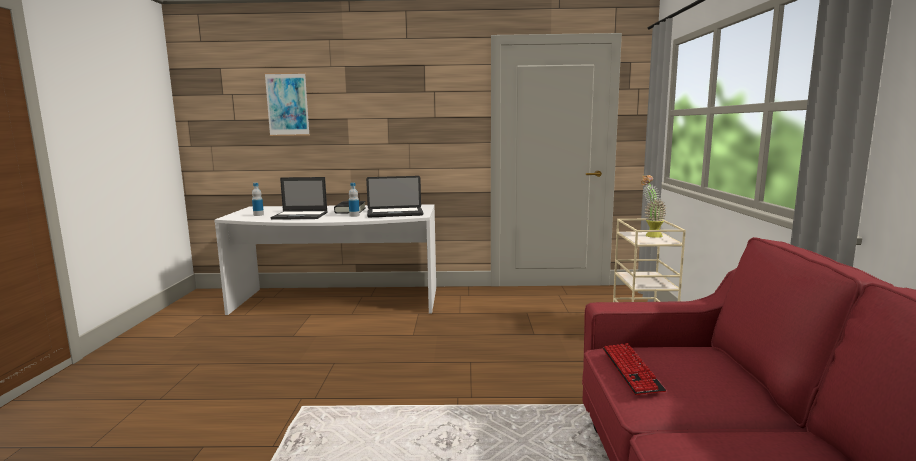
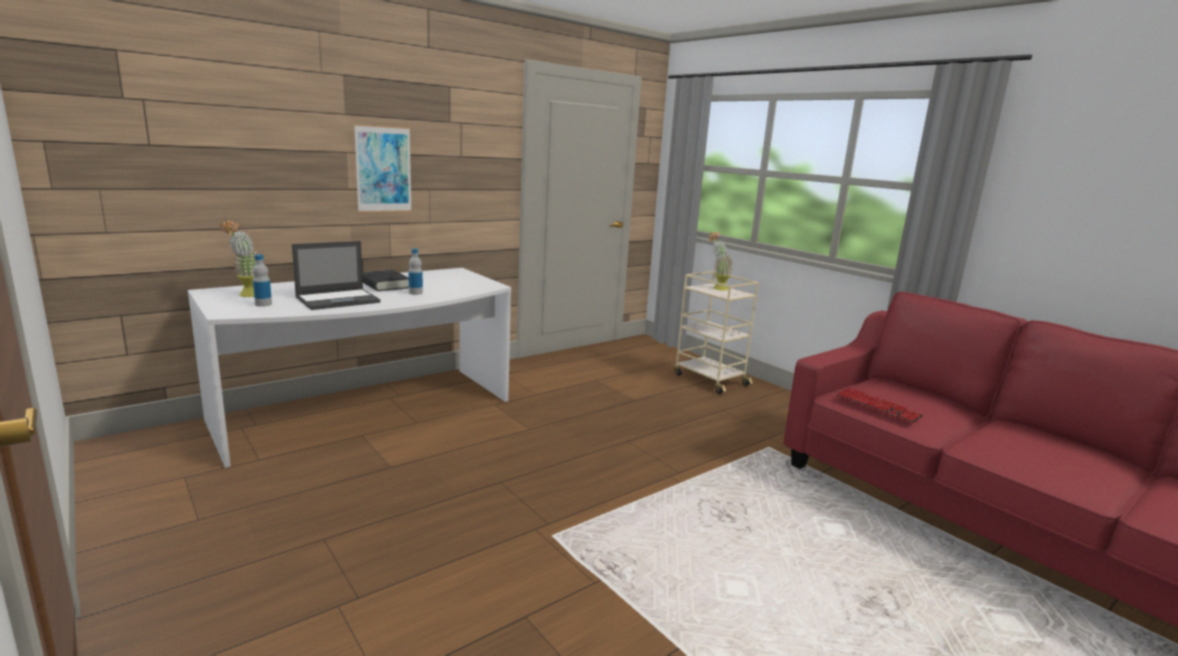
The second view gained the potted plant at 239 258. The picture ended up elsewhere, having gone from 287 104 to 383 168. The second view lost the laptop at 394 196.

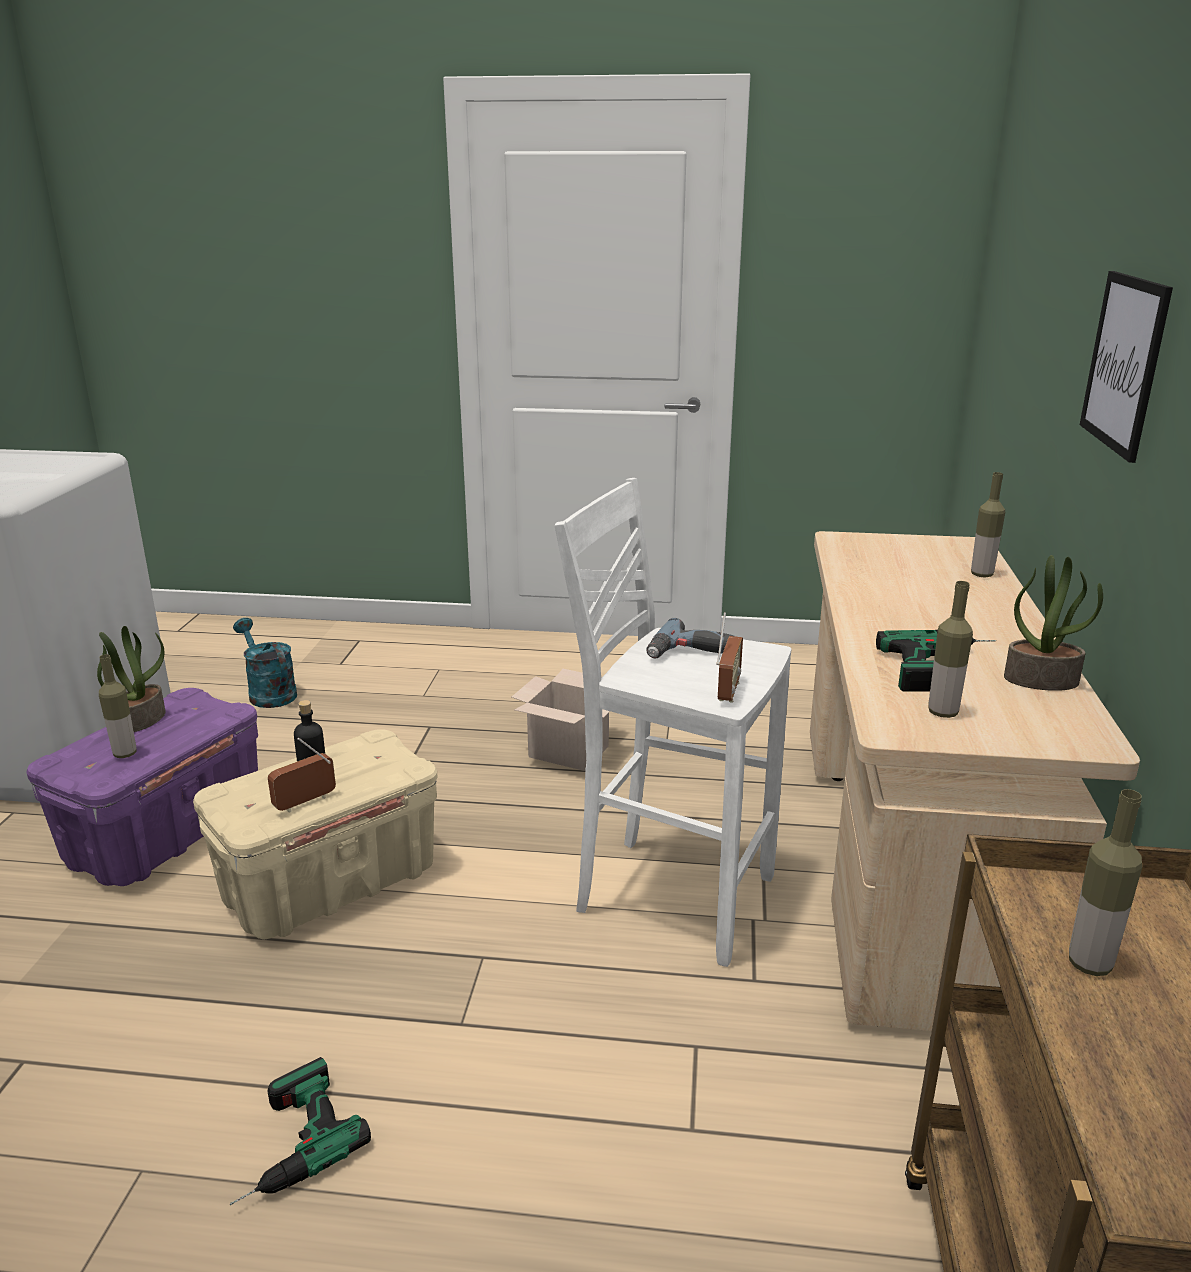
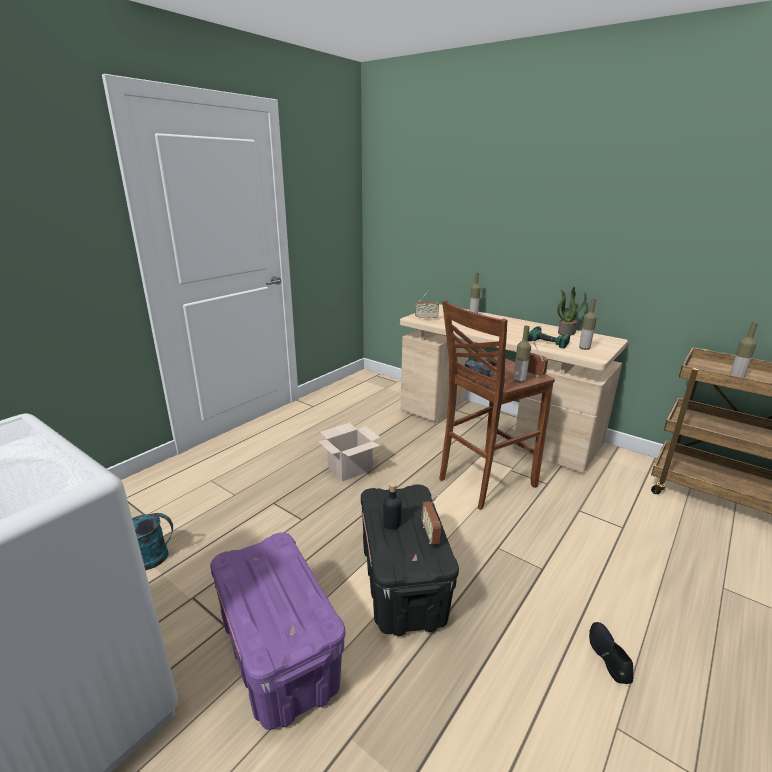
What was the beige storage box at 315 834 turned into the black storage box at 410 560. The second view gained the radio at 427 305. What was the white stool at 673 722 turned into the brown stool at 497 405. The bottle ended up elsewhere, having gone from 118 706 to 522 354. Where the power drill stood at 300 1131, the black shoe came to stand at 611 653. The second view lost the potted plant at 131 679. The second view lost the picture at 1126 367.

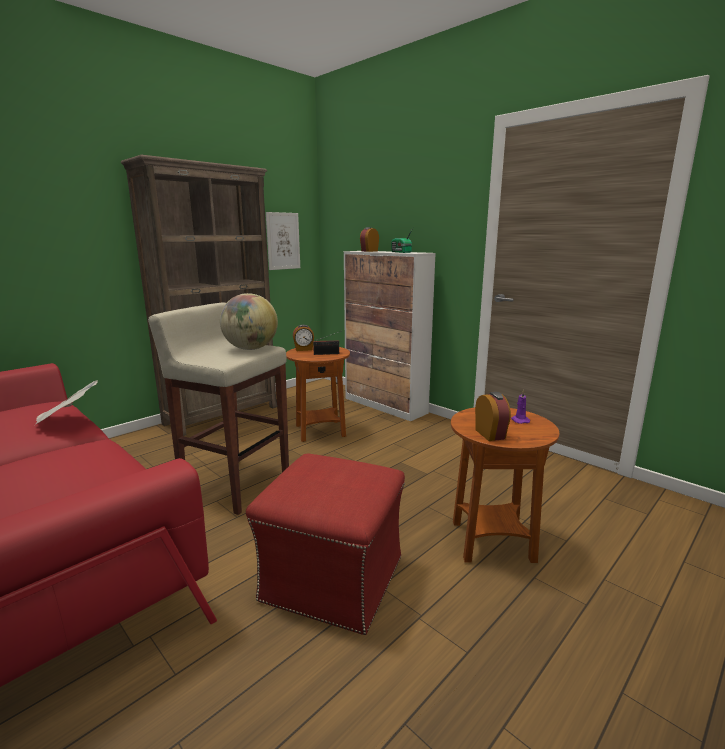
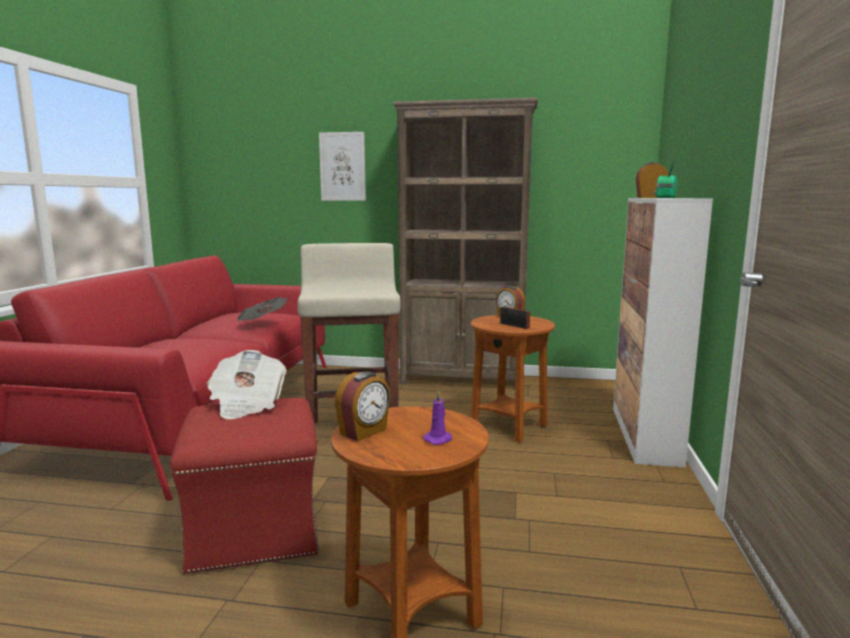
The second view gained the newspaper at 247 384. The picture ended up elsewhere, having gone from 283 241 to 342 166. The second view lost the globe at 249 321.

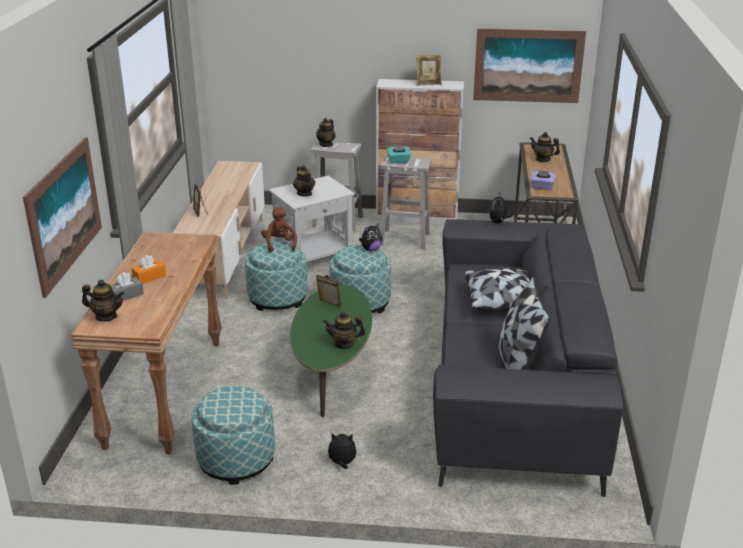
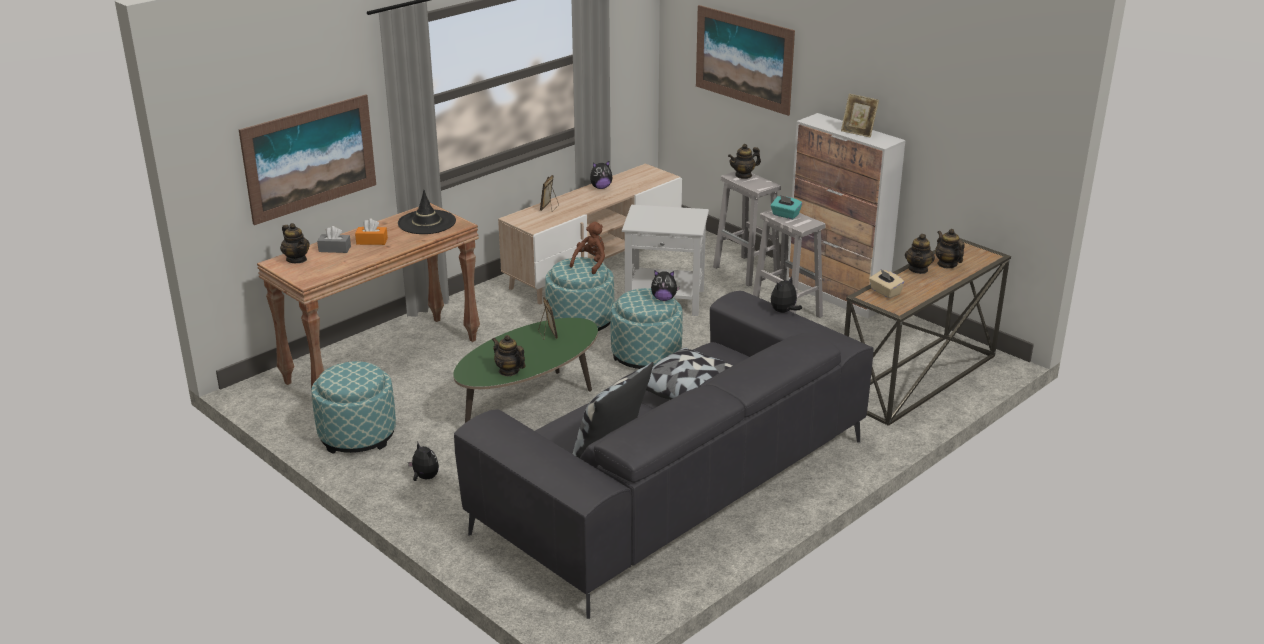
The second view gained the black hat at 427 212. The second view gained the plush toy at 601 175. The picture ended up elsewhere, having gone from 529 66 to 745 60. What was the purple tissue box at 543 180 turned into the beige tissue box at 886 283. The teapot ended up elsewhere, having gone from 304 181 to 920 254.

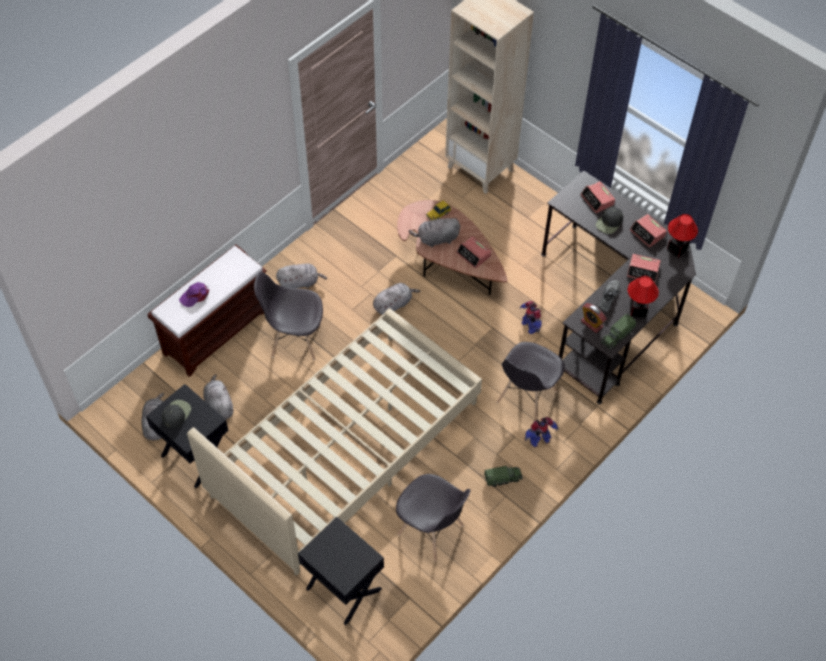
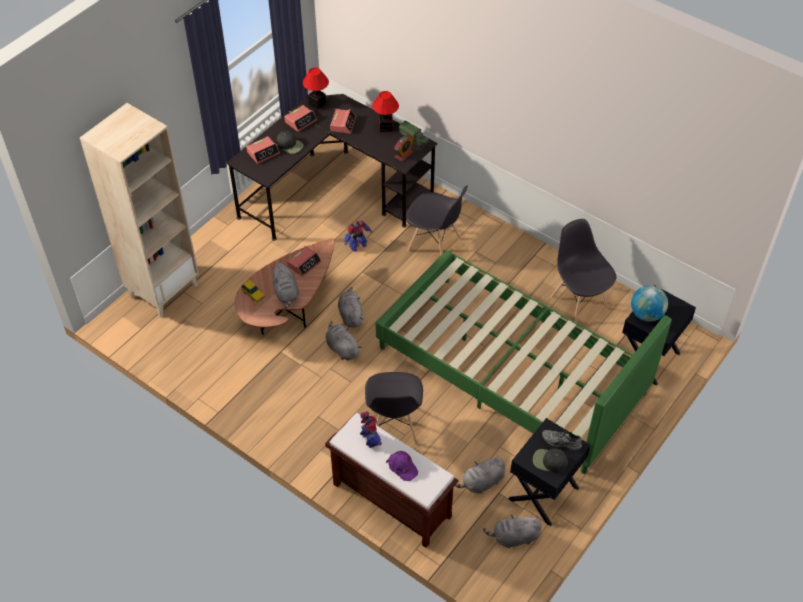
The grey plush toy ended up elsewhere, having gone from 301 275 to 351 307. The toy robot ended up elsewhere, having gone from 542 432 to 371 429. What was the beige bed at 334 441 turned into the green bed at 524 362. The grey shoe ended up elsewhere, having gone from 609 296 to 562 440. The grey chair at 433 517 ended up facing another way, 60 degrees counterclockwise from before. The second view gained the globe at 649 303. The second view lost the toy truck at 503 476.

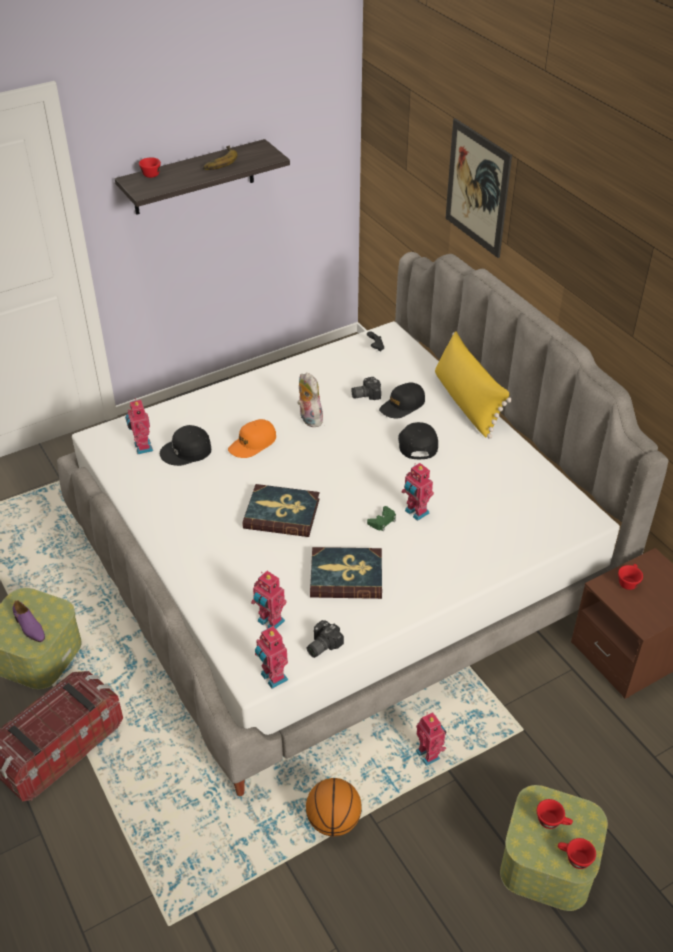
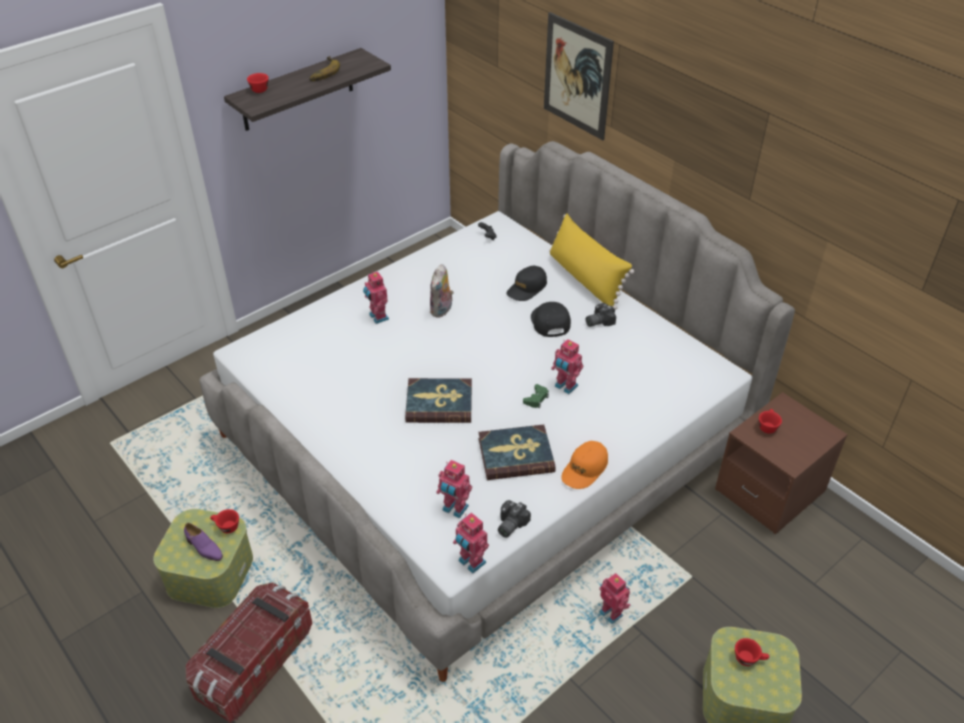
The red cup ended up elsewhere, having gone from 577 853 to 224 521. The toy robot ended up elsewhere, having gone from 139 426 to 376 297. The plush toy at 310 400 ended up facing another way, 120 degrees counterclockwise from before. The orange cap ended up elsewhere, having gone from 252 438 to 584 465. The photo camera ended up elsewhere, having gone from 366 388 to 601 315. The second view lost the black cap at 185 445. The second view lost the basketball at 334 807.

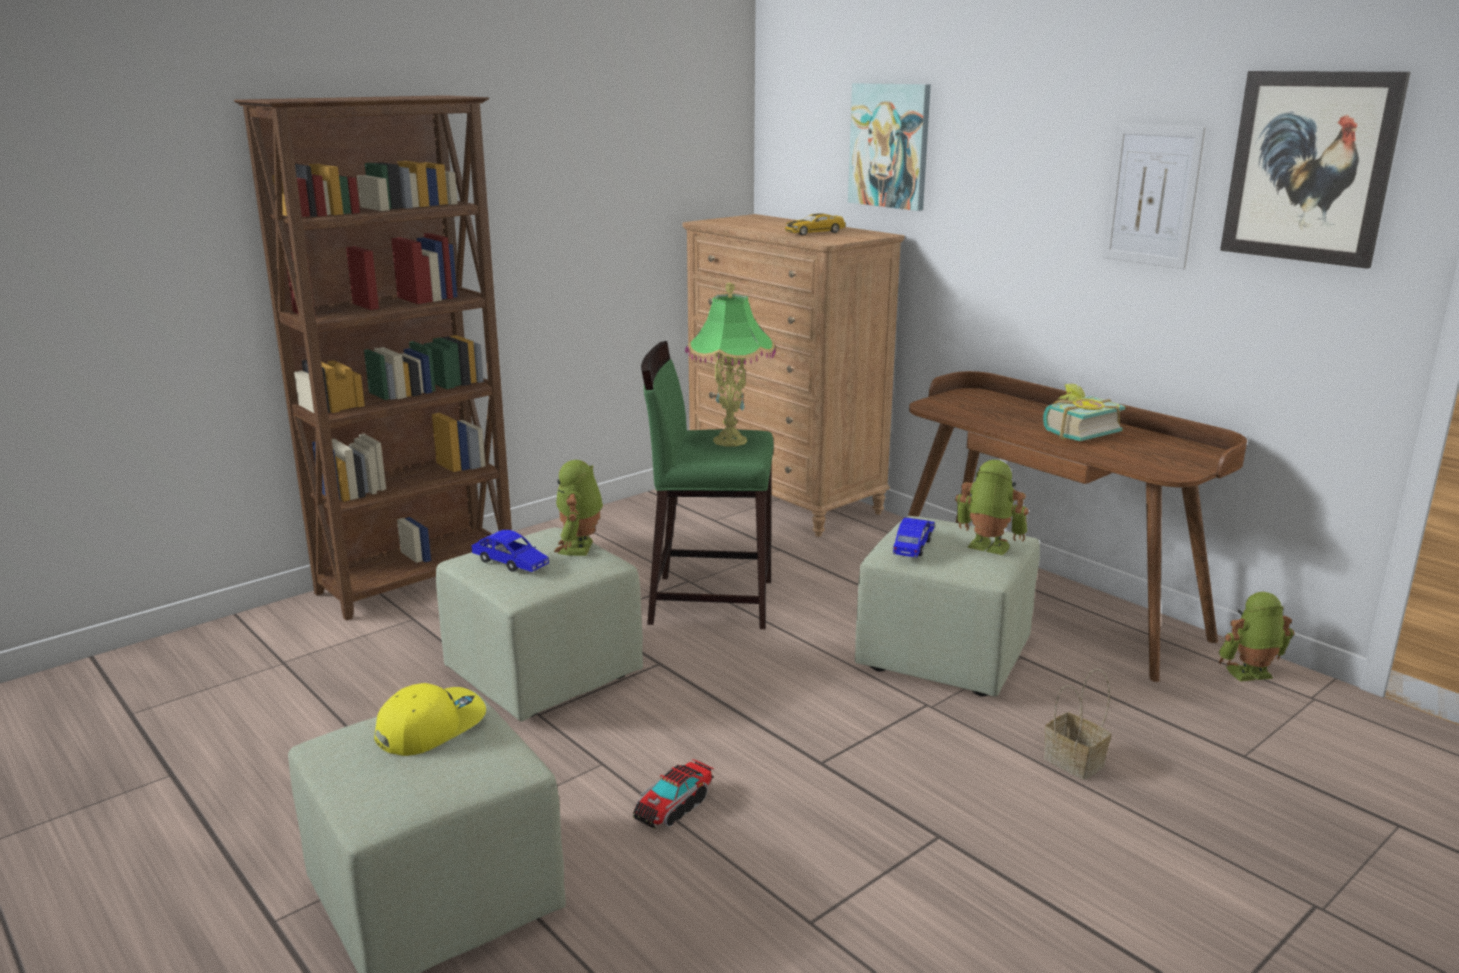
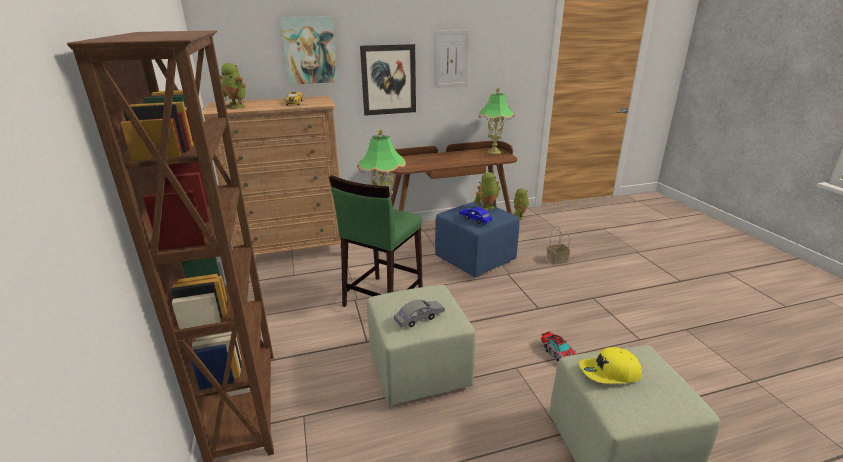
The toy robot ended up elsewhere, having gone from 578 508 to 233 86. The picture ended up elsewhere, having gone from 1315 170 to 388 80. What was the blue toy car at 510 551 turned into the grey toy car at 419 314. What was the green ottoman at 947 606 turned into the blue ottoman at 477 239. The second view gained the table lamp at 496 121. The yellow cap at 430 719 ended up facing another way, 75 degrees counterclockwise from before. The second view lost the book at 1084 412.

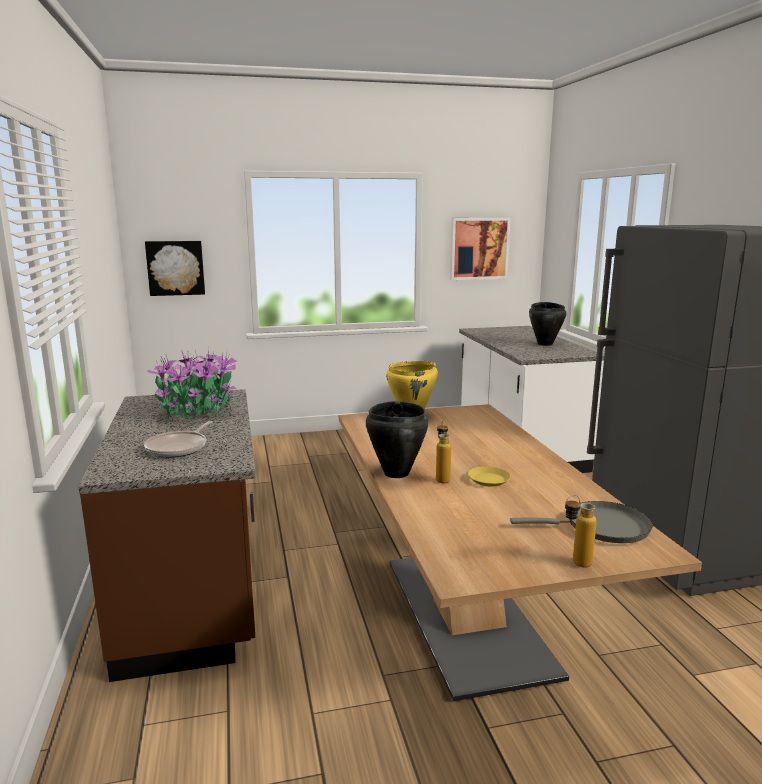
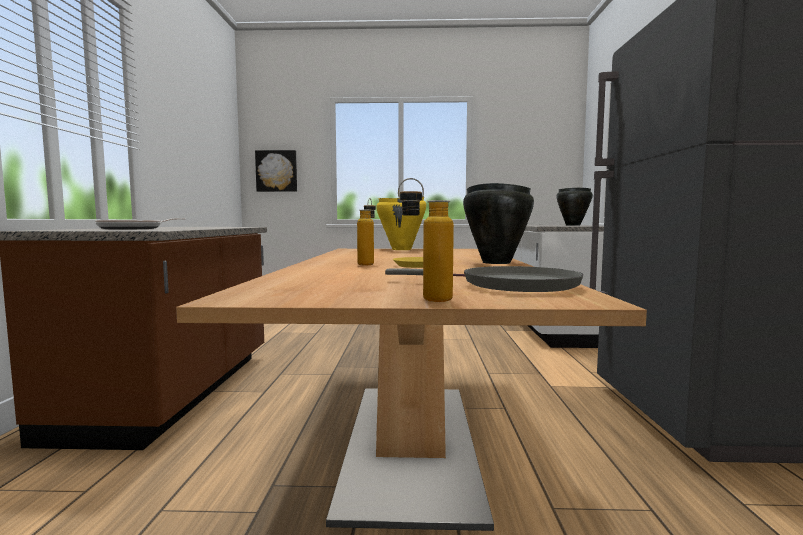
The black cooking pot ended up elsewhere, having gone from 397 439 to 498 223. The second view lost the potted plant at 192 384. The second view lost the picture at 480 249.

